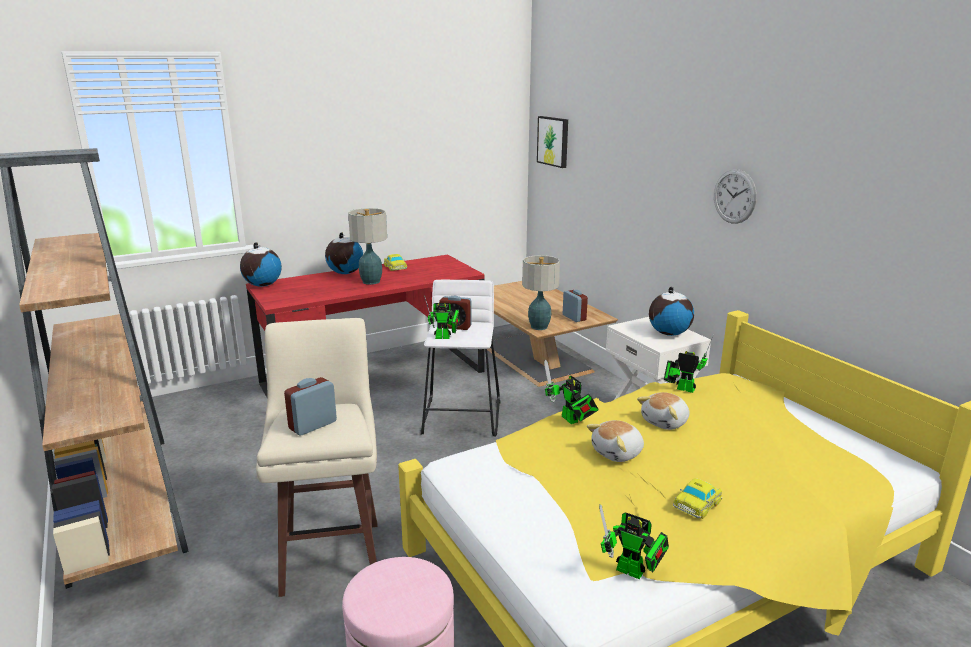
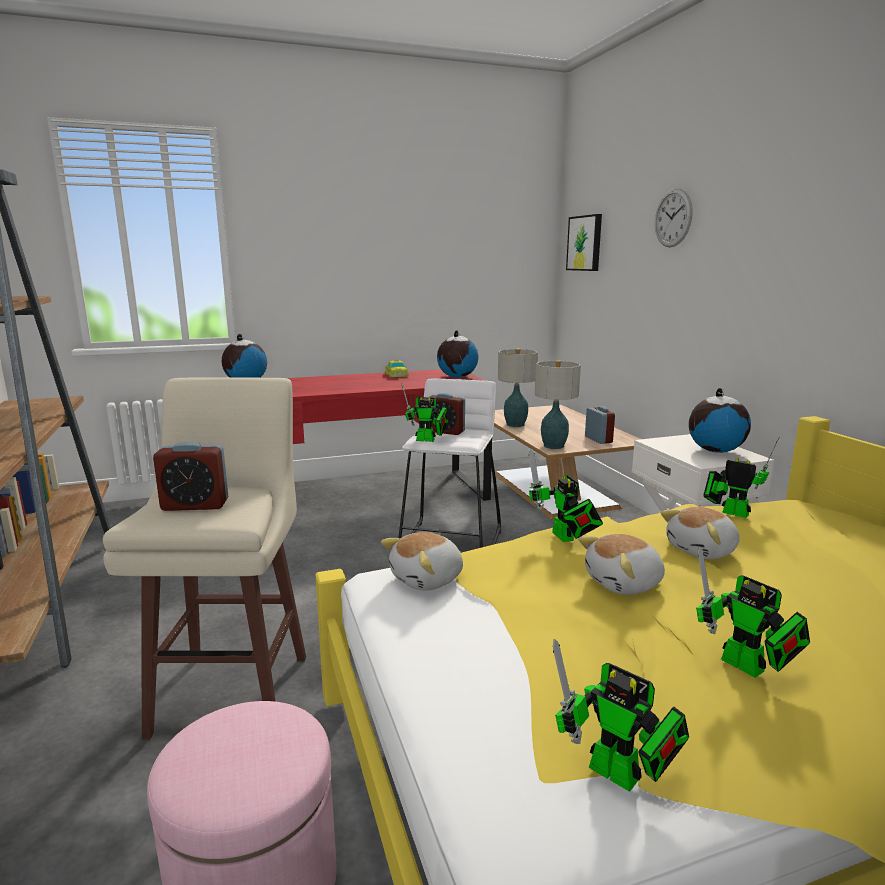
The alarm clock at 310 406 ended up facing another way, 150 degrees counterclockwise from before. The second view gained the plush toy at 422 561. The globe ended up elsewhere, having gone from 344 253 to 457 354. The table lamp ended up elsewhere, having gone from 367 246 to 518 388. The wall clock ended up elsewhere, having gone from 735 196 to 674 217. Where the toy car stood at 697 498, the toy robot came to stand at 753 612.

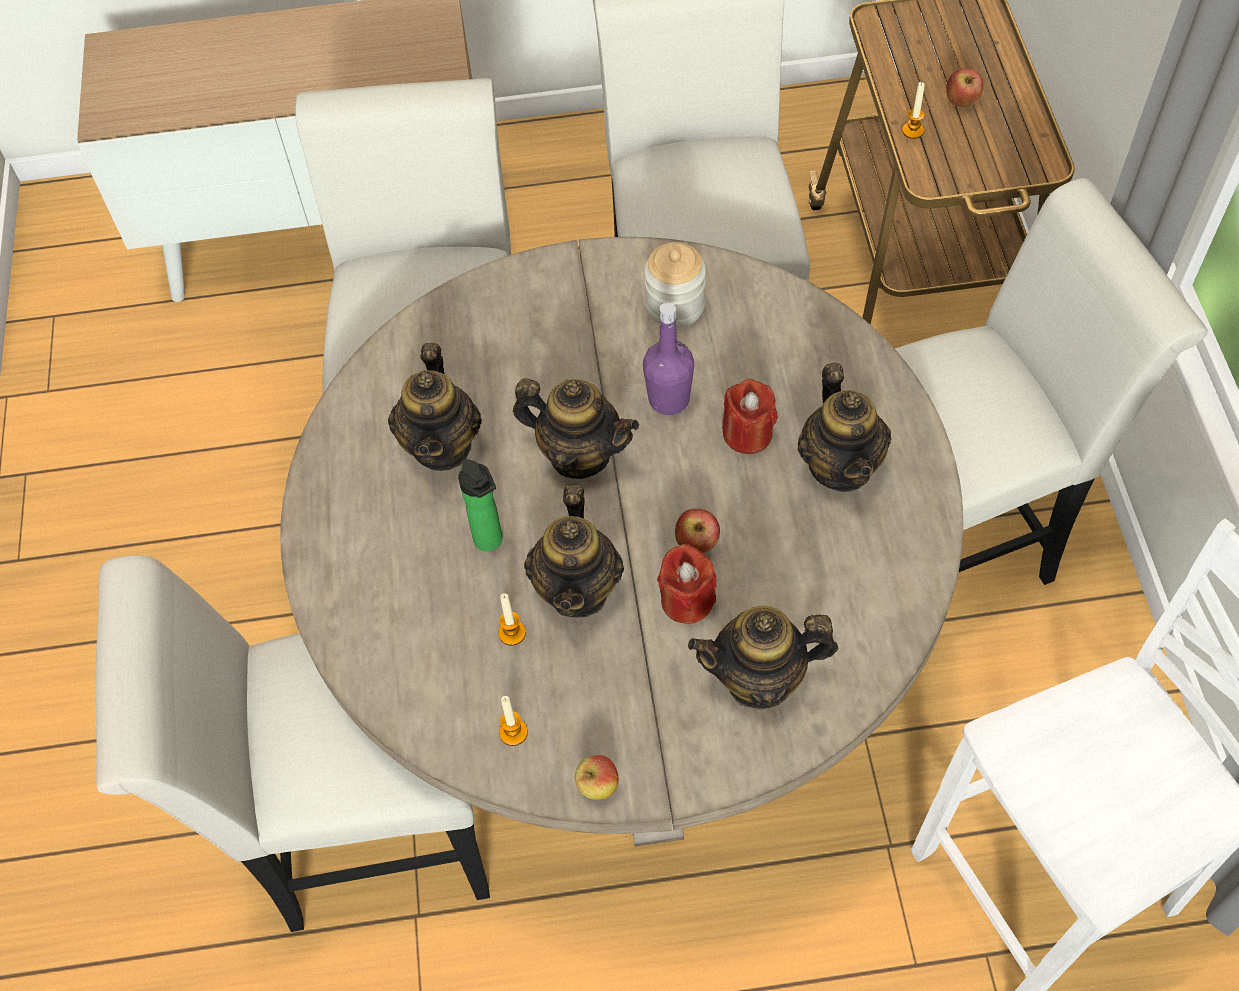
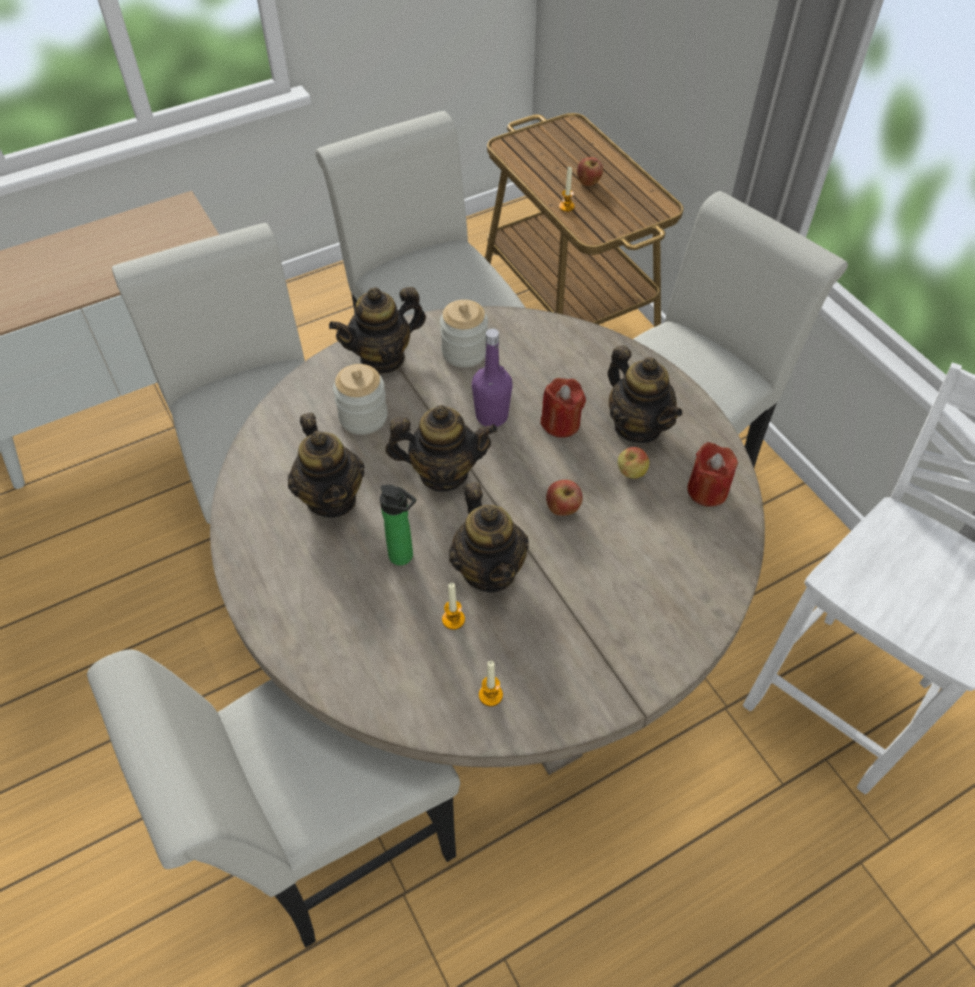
The teapot ended up elsewhere, having gone from 763 658 to 377 330. The second view gained the jar at 360 399. The apple ended up elsewhere, having gone from 597 777 to 633 463. The red candle ended up elsewhere, having gone from 687 584 to 713 474.

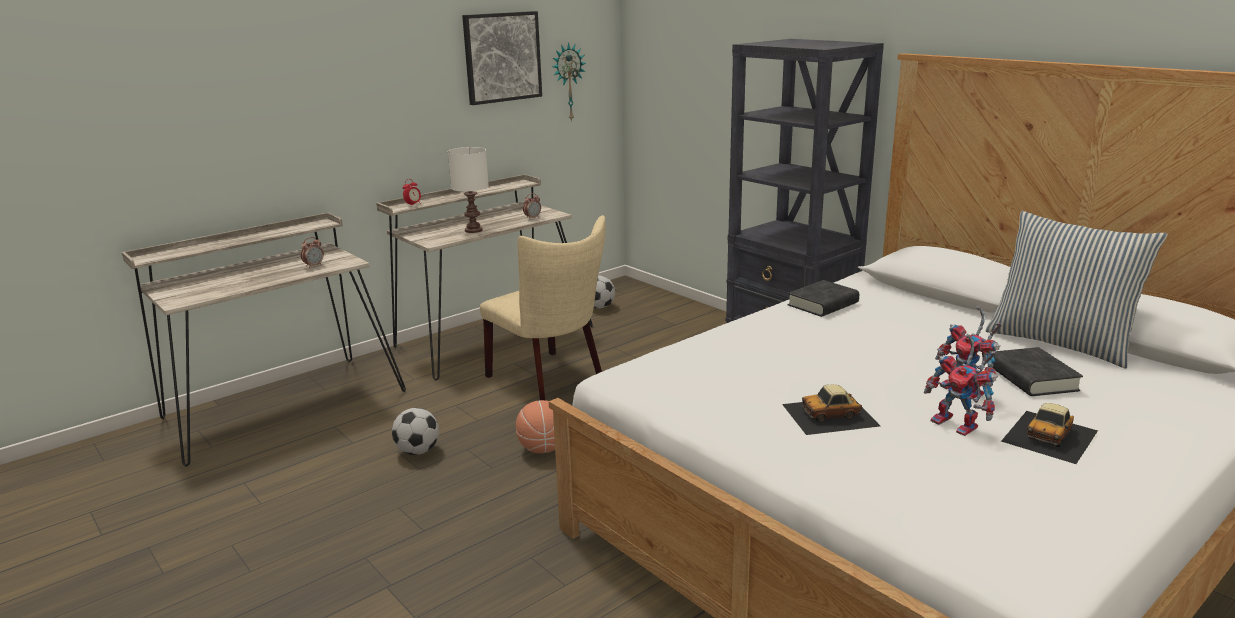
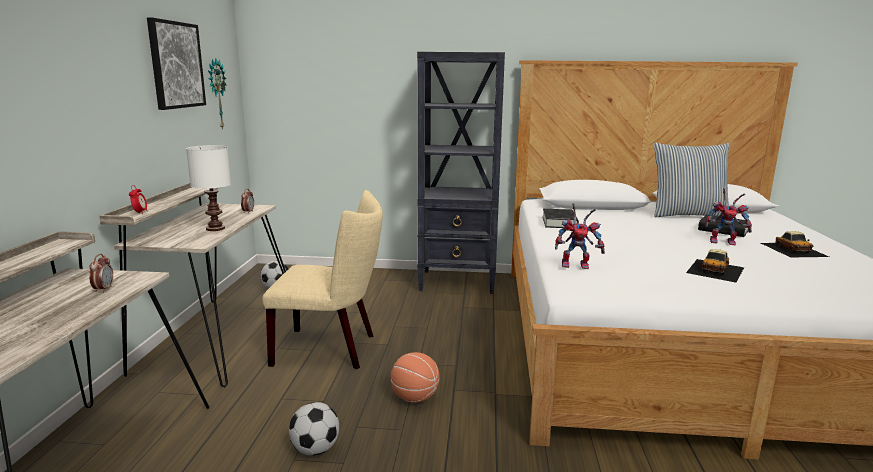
The toy robot ended up elsewhere, having gone from 961 385 to 580 236.

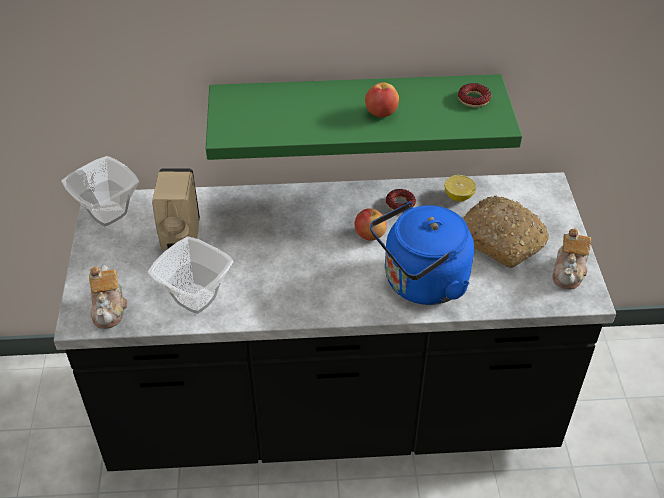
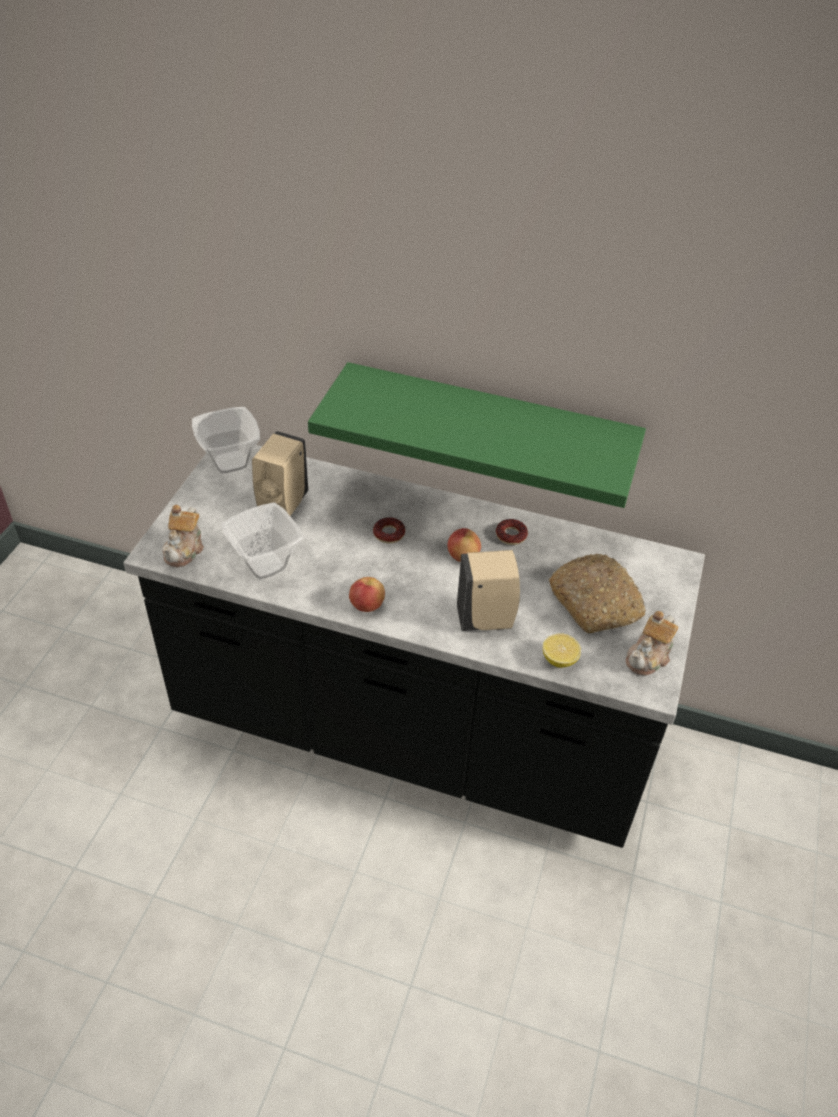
The apple ended up elsewhere, having gone from 382 99 to 367 594. The donut ended up elsewhere, having gone from 474 95 to 389 530. Where the blue kettle stood at 422 253, the beige soap dispenser came to stand at 488 590. The lemon ended up elsewhere, having gone from 460 188 to 562 650.

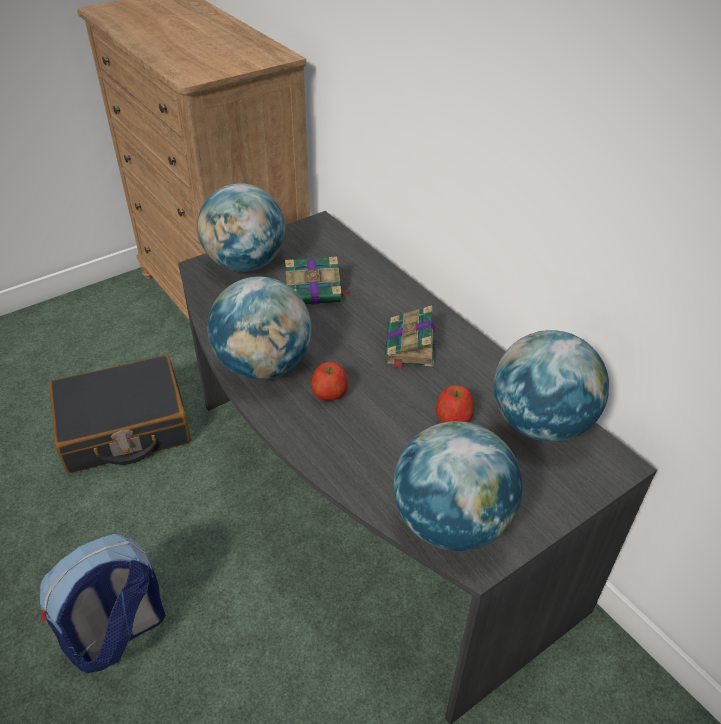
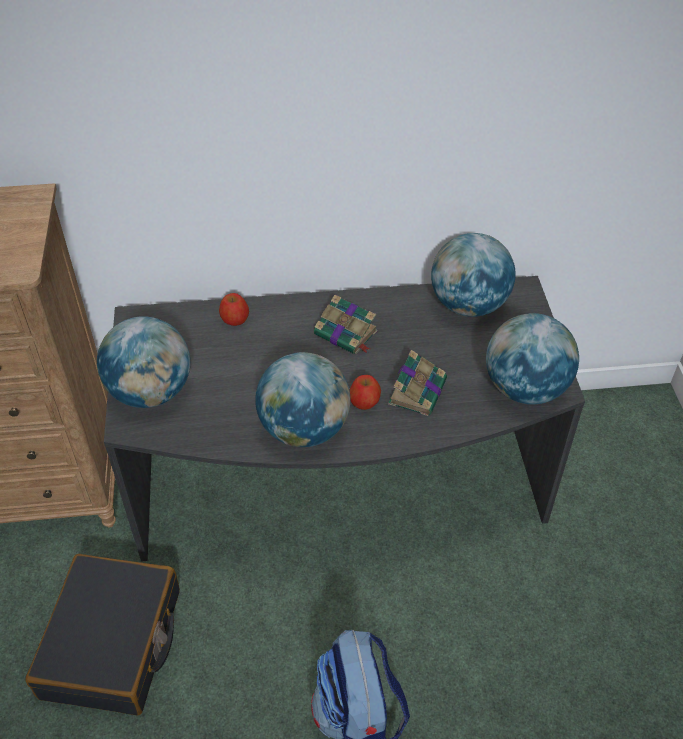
The apple ended up elsewhere, having gone from 455 404 to 234 309. The book ended up elsewhere, having gone from 317 281 to 417 383.

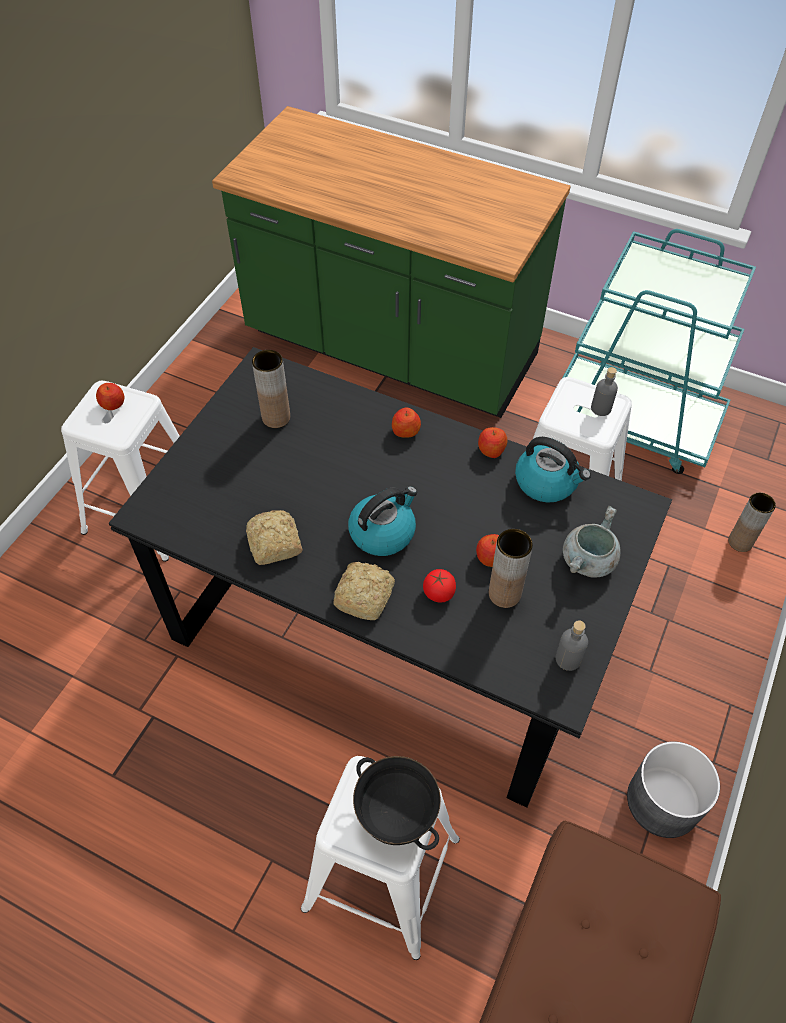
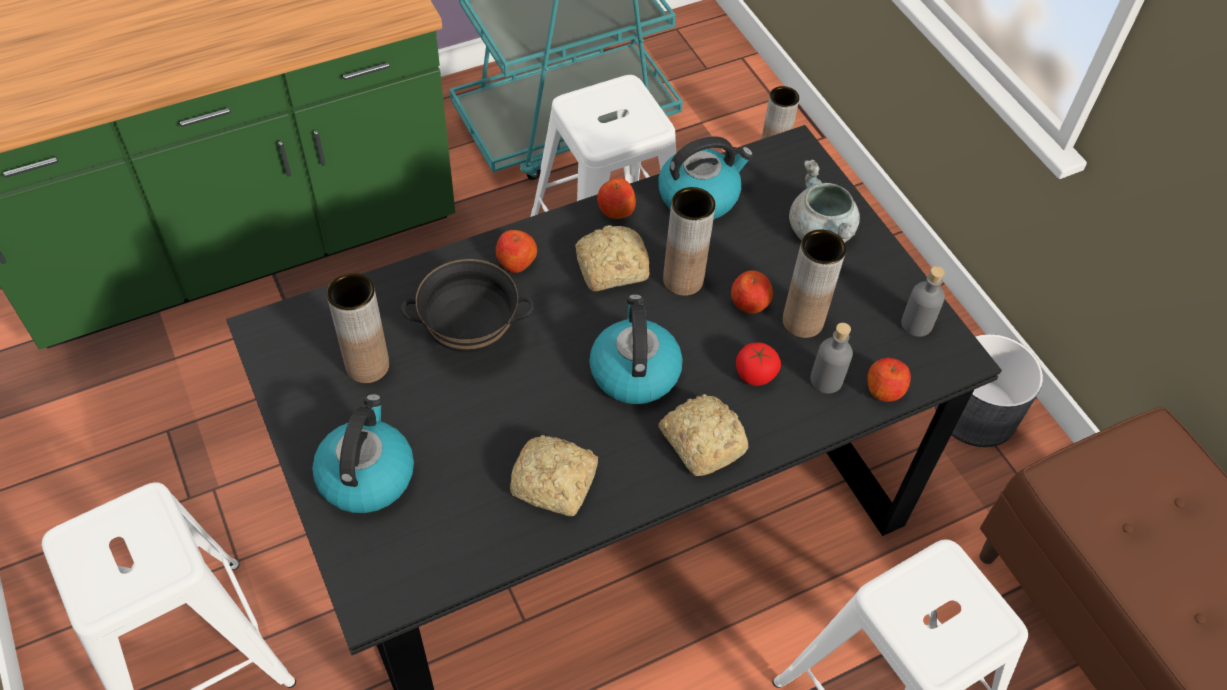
The second view gained the kettle at 363 453. The black bowl ended up elsewhere, having gone from 397 803 to 467 306. The second view gained the bread at 612 258. The second view gained the brown vase at 689 241. The grey bottle ended up elsewhere, having gone from 604 391 to 831 358. The apple ended up elsewhere, having gone from 110 396 to 889 380.

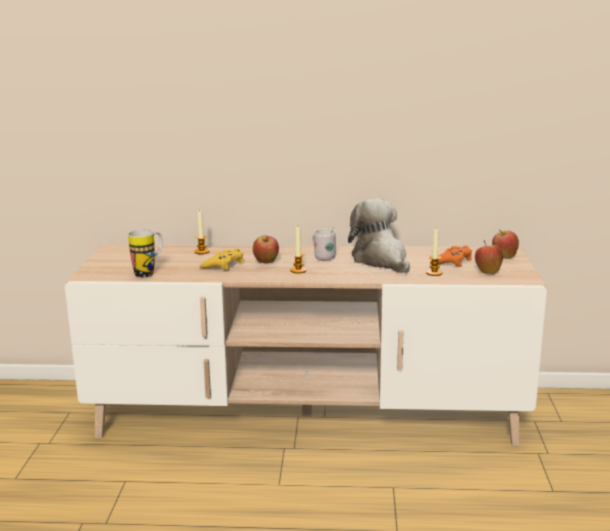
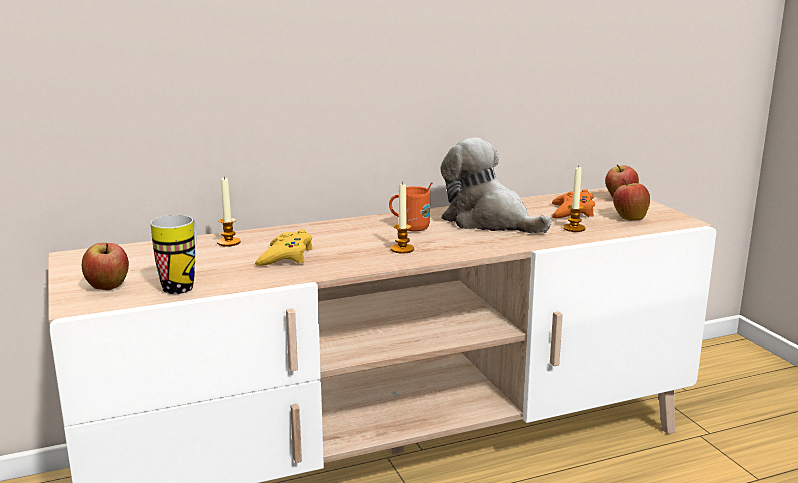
The apple ended up elsewhere, having gone from 266 249 to 105 266. What was the white mug at 324 244 turned into the orange mug at 410 206.

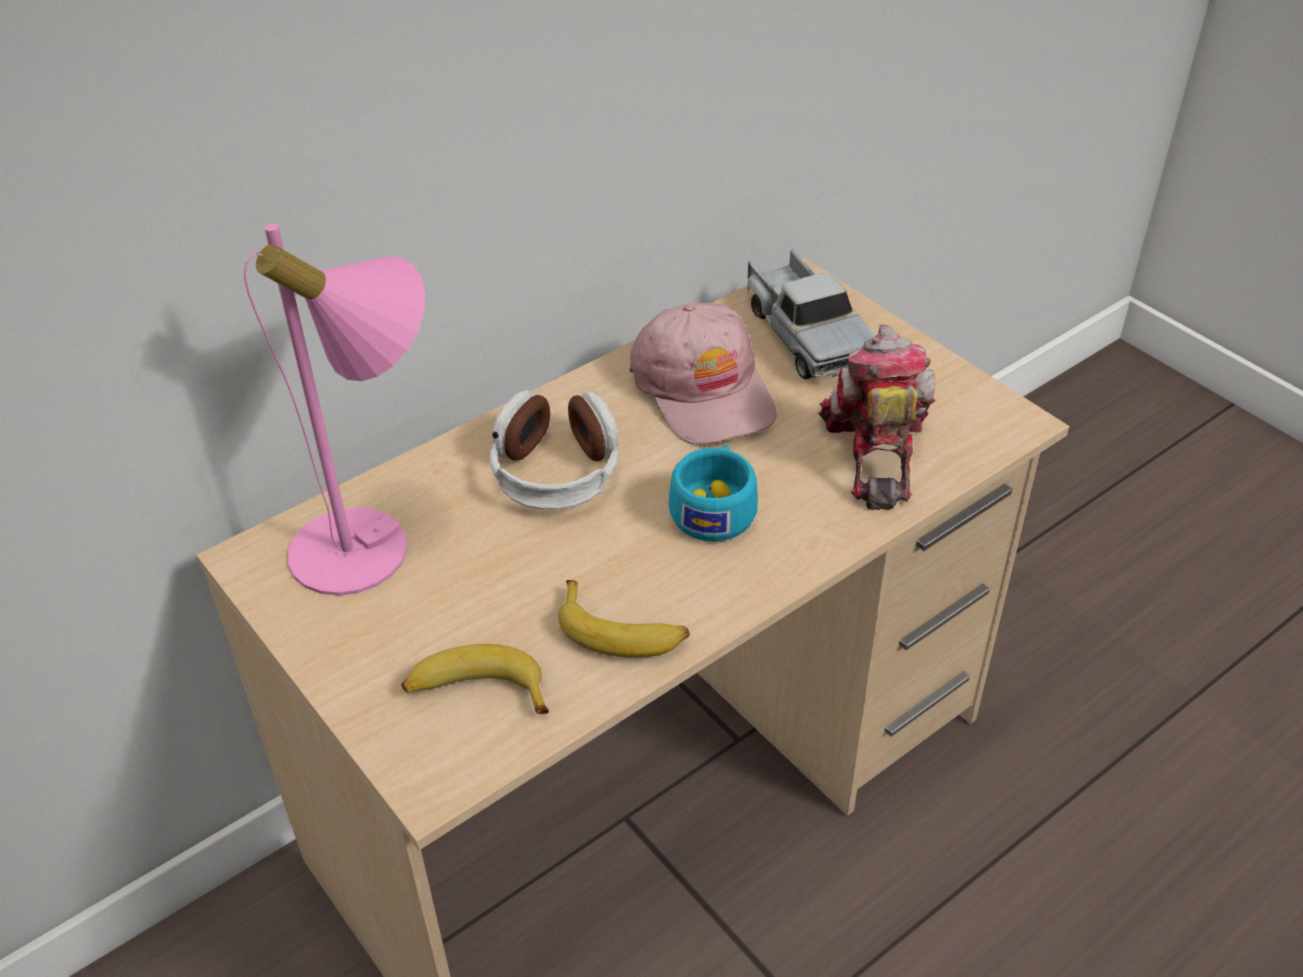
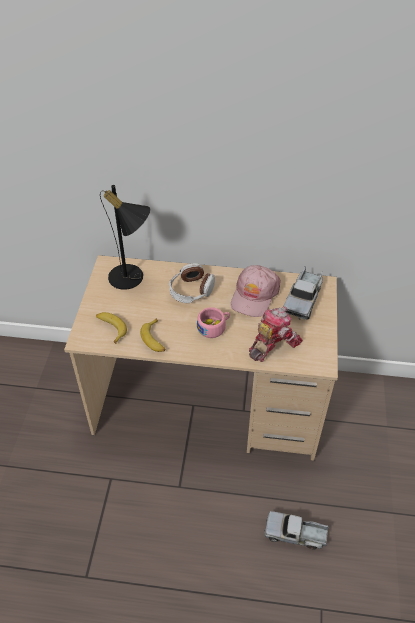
What was the pink table lamp at 334 410 turned into the black table lamp at 125 237. What was the turquoise cup at 713 493 turned into the pink cup at 213 322. The second view gained the toy truck at 296 530.

